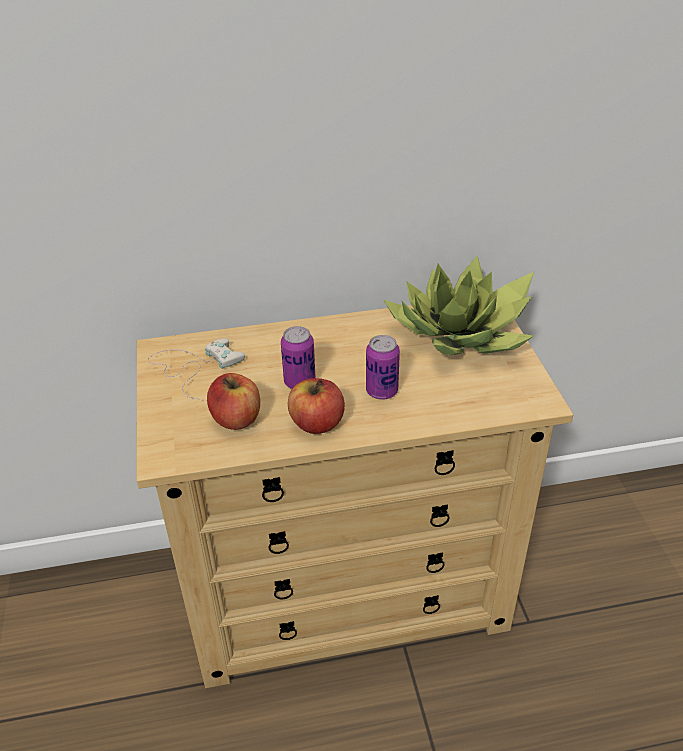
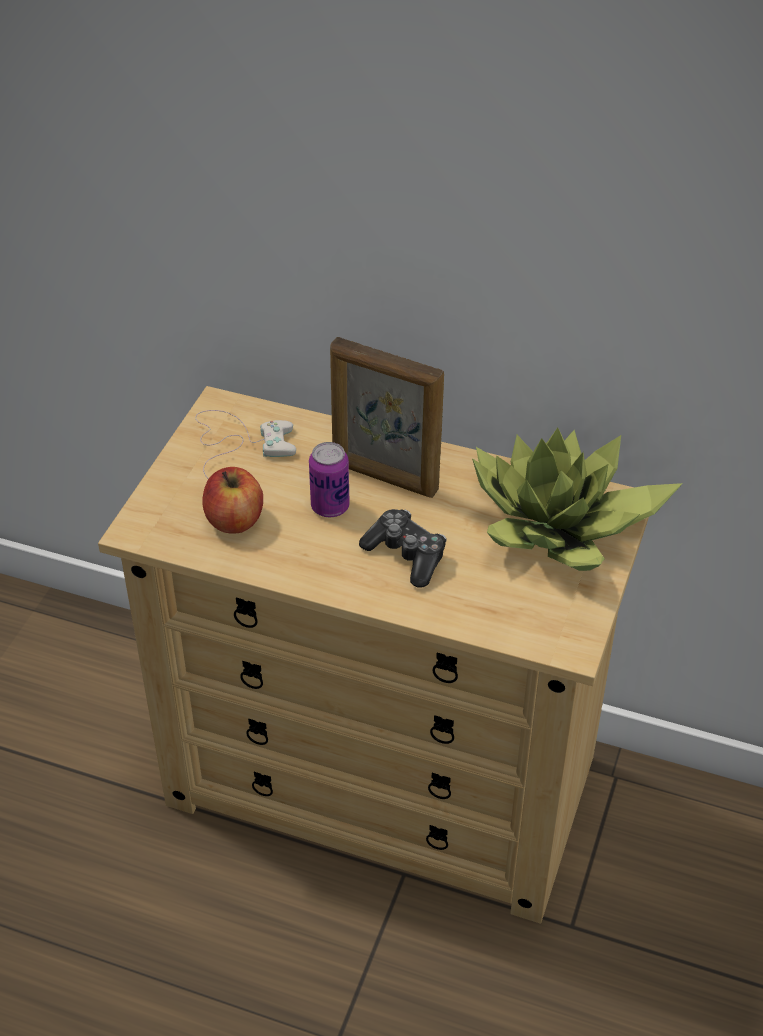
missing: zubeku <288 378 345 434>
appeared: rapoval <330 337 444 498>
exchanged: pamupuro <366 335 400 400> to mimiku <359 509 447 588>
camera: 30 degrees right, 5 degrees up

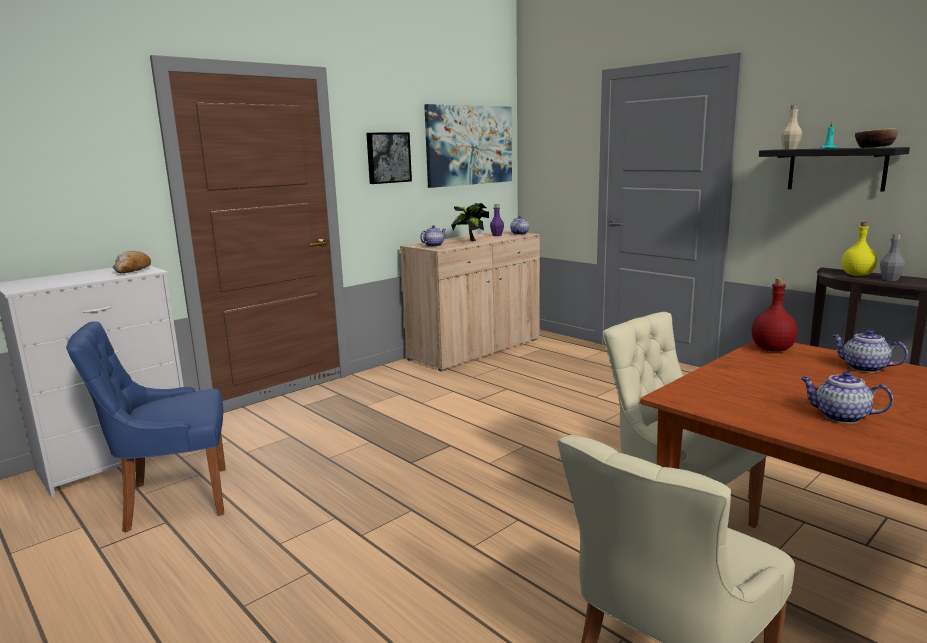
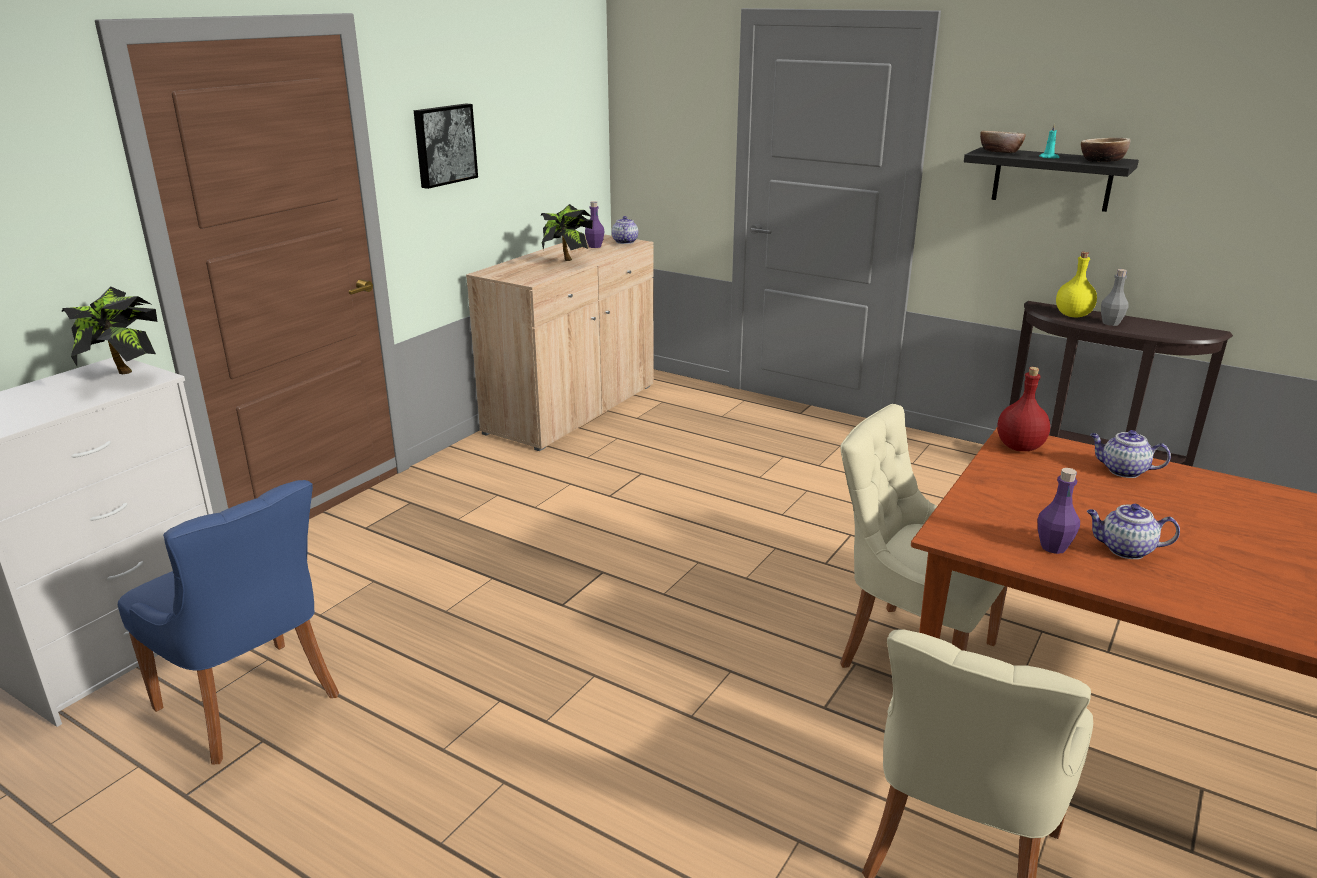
missing: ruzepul <420 225 446 247>; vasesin <424 104 512 188>
appeared: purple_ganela <1038 468 1080 554>
exchanged: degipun <113 251 151 273> to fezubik <61 286 157 374>; beige_ganela <781 105 802 149> to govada <980 131 1026 153>
spun: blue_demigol <66 321 226 532> = <118 480 339 764> 105 degrees counterclockwise
camera: 15 degrees left, 10 degrees up

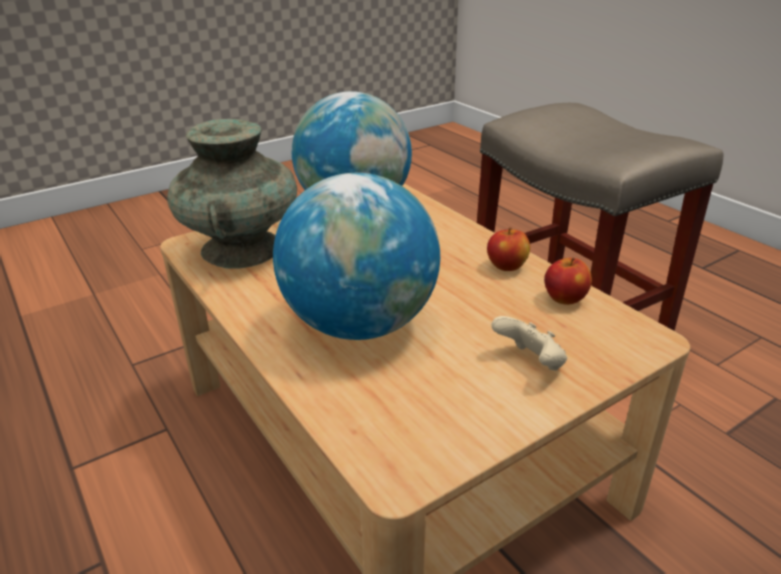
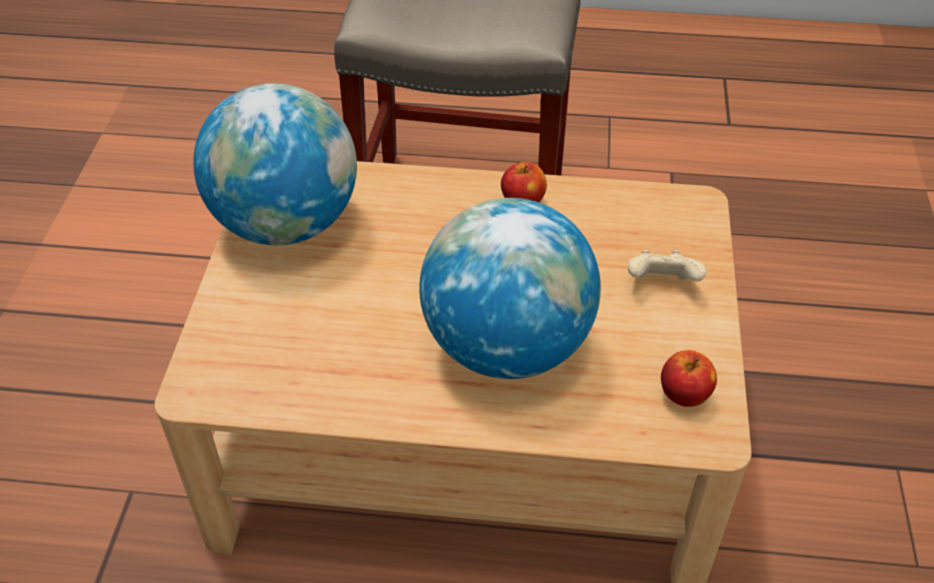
missing: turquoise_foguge <167 119 297 269>
relocated: zubeku <544 258 592 305> to <661 350 717 407>
camera: 50 degrees left, 15 degrees up

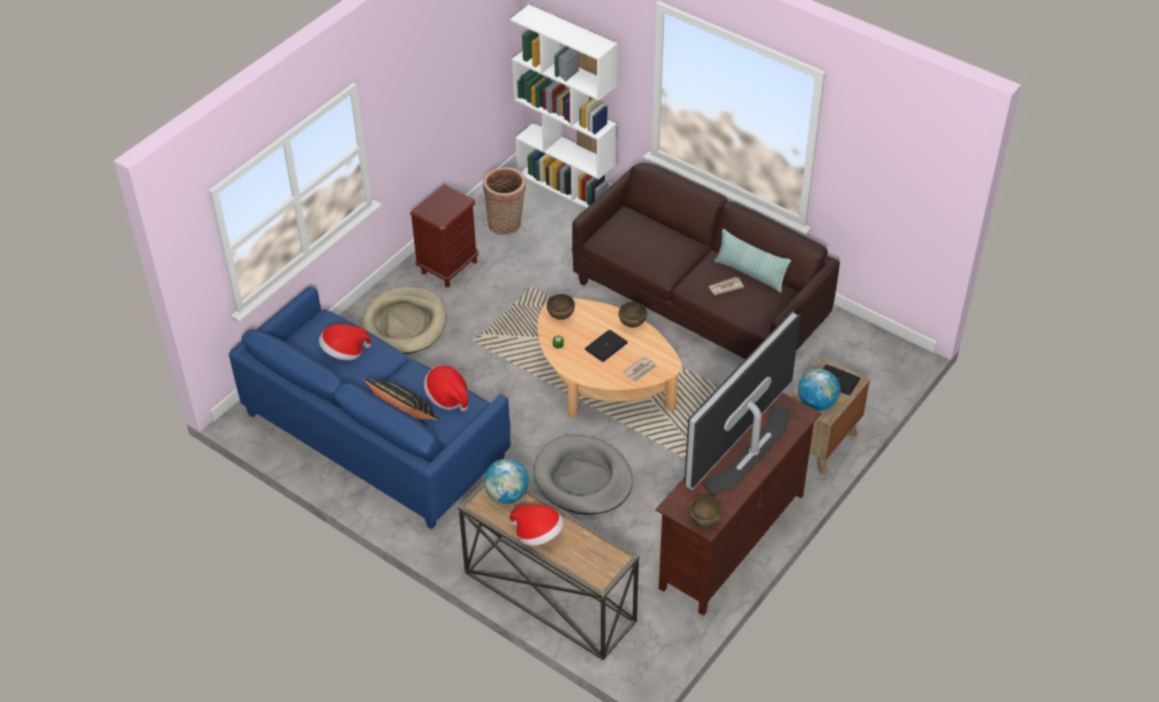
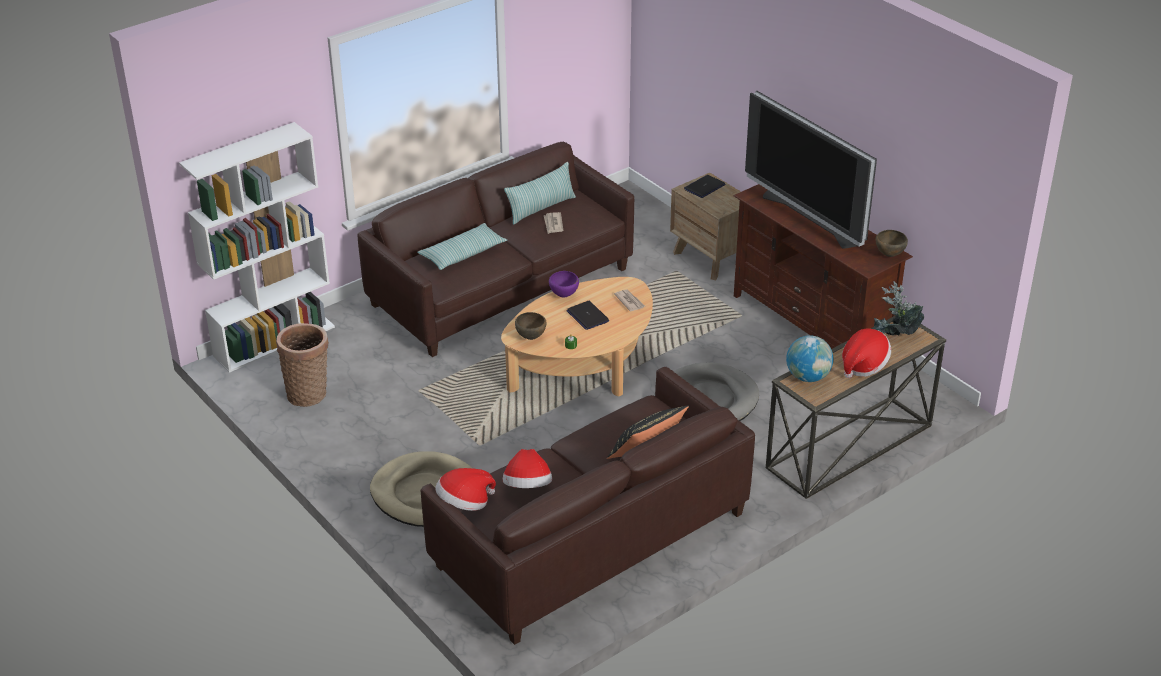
missing: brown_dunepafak <410 184 479 287>; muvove <798 369 840 411>
appeared: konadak <417 223 507 270>; fezubik <872 281 924 336>
relocated: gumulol <424 365 468 411> to <435 468 496 511>
colour: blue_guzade <229 286 511 529> to brown_guzade <421 367 755 645>; brown_govada <619 302 647 328> to purple_govada <549 271 579 298>
camera: 75 degrees left, 10 degrees down

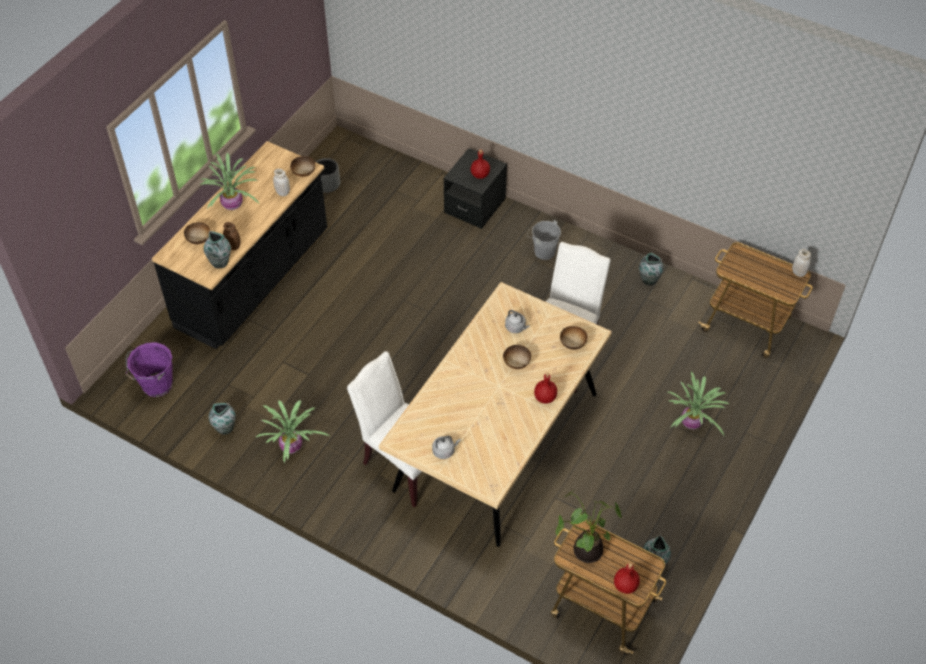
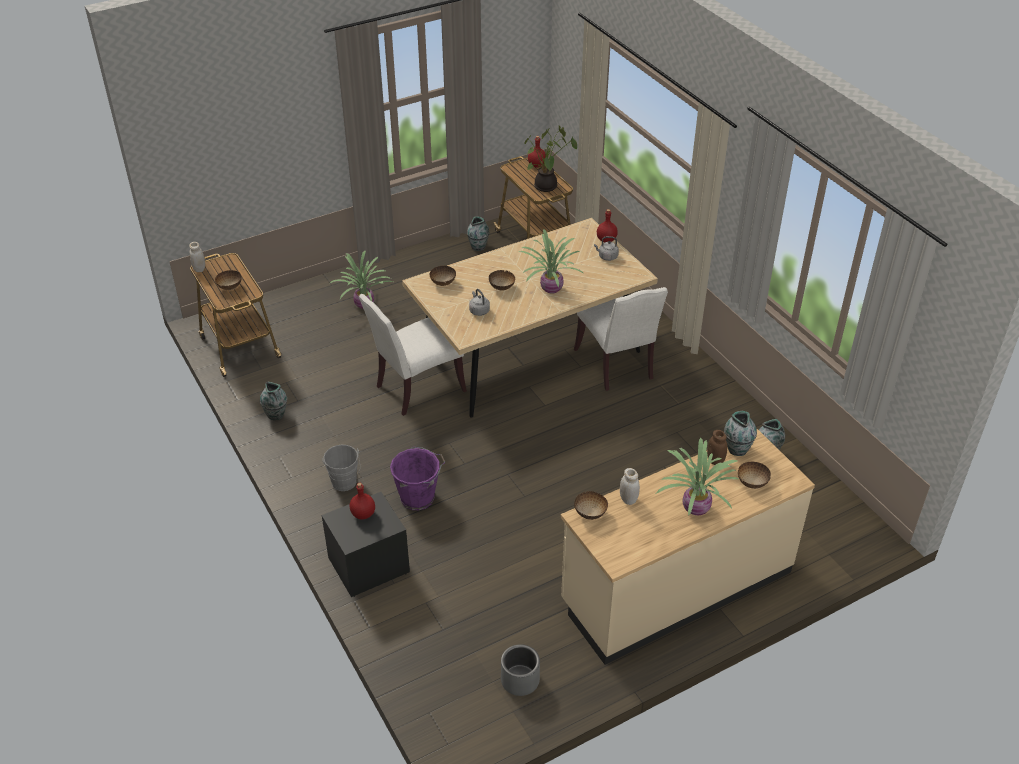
appeared: govada <215 270 242 290>
relocated: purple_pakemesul <126 342 173 397> to <390 447 445 510>; fezubik <255 400 330 463> to <519 229 584 294>; red_ganela <534 373 557 404> to <597 209 618 242>
colour: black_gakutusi <152 141 327 349> to beige_gakutusi <561 429 815 665>
camera: 150 degrees left, 10 degrees down

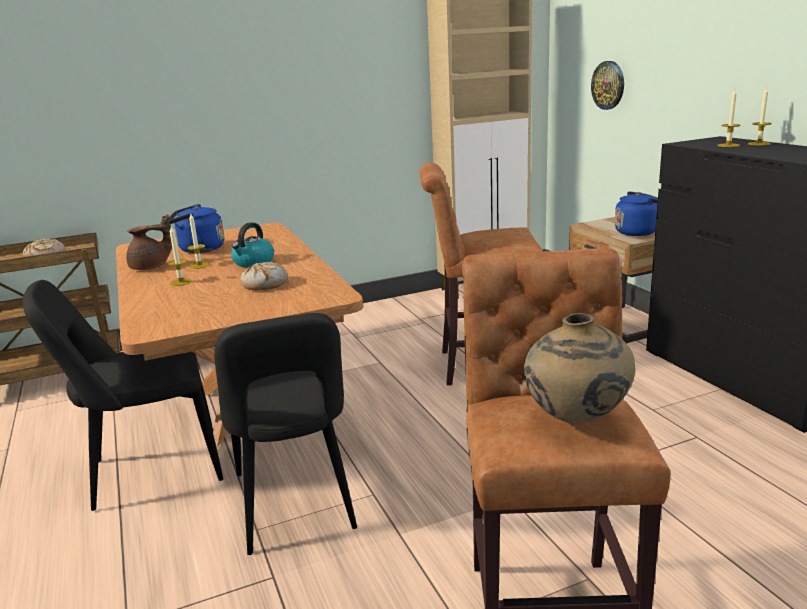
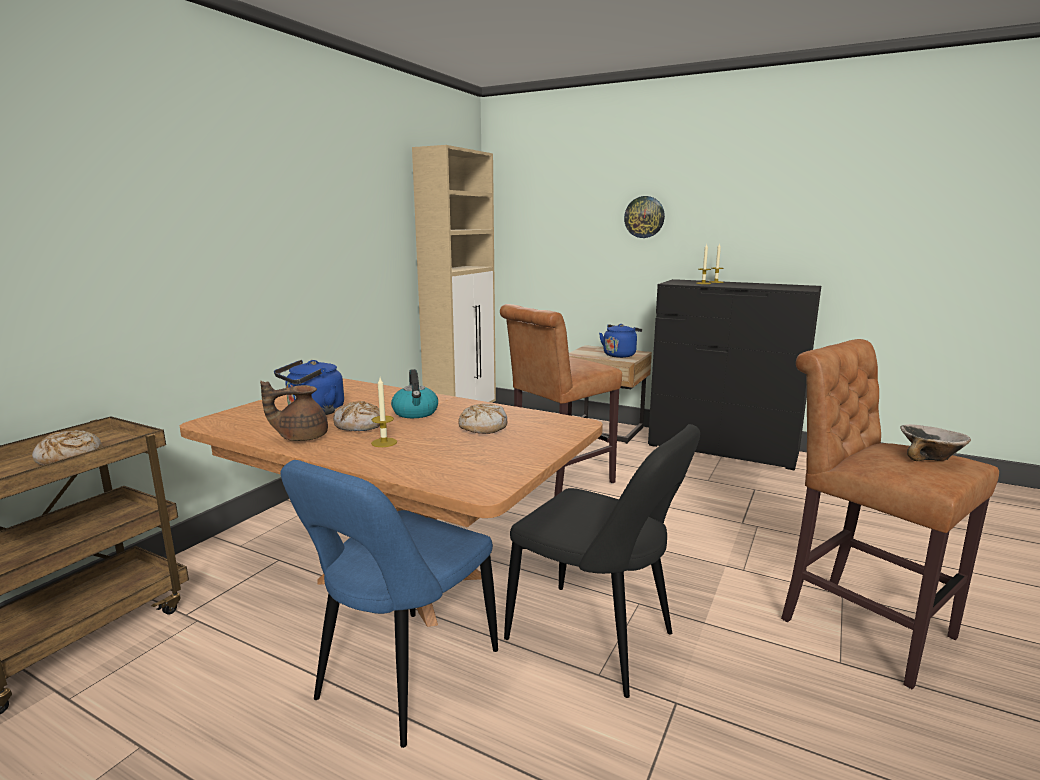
relocated: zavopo <591 61 624 110> to <624 196 665 238>
exchanged: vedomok <187 212 210 269> to degipun <333 401 380 431>; beige_foguge <524 313 635 424> to govada <900 424 971 461>
colour: black_demigol <22 280 223 511> to blue_demigol <281 460 498 748>
spun: brown_ruzepul <126 214 172 270> = <260 381 328 441> 135 degrees counterclockwise
camera: 40 degrees left, 5 degrees down

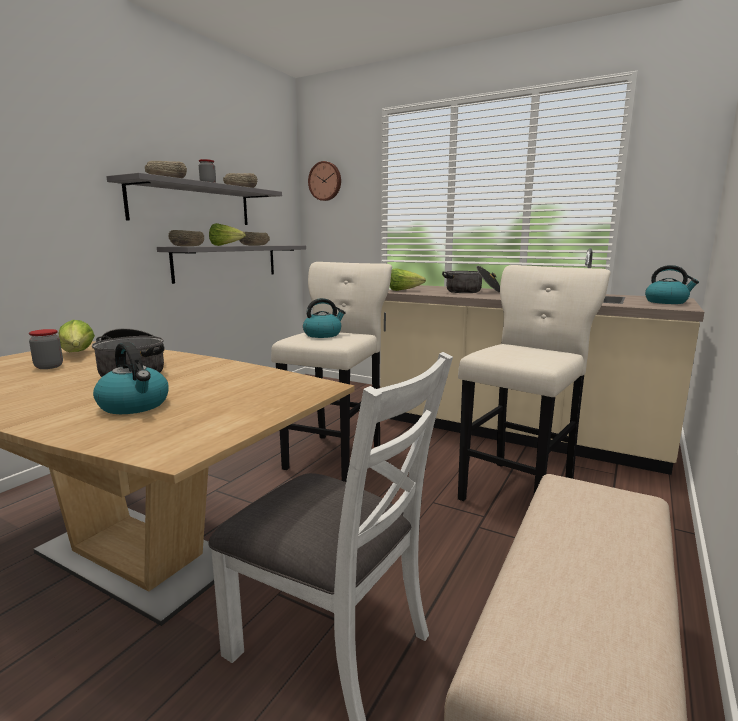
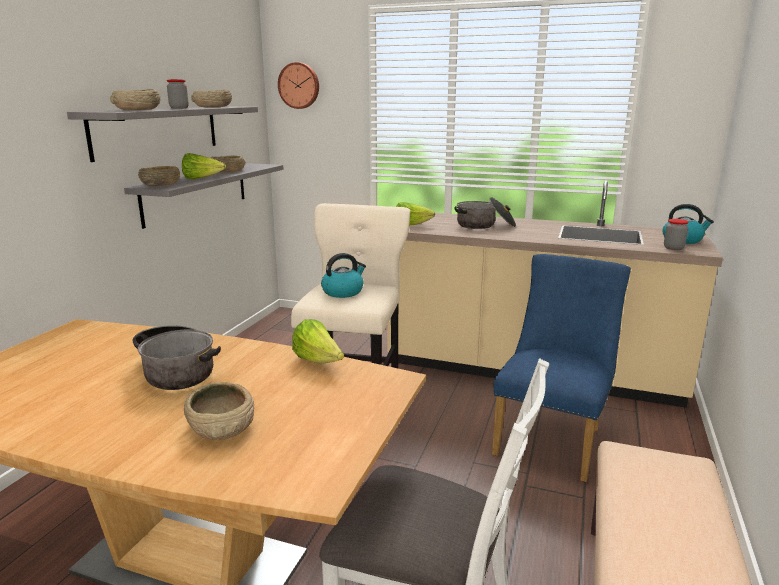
relocated: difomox <29 329 63 369> to <664 219 689 250>; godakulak <58 320 95 352> to <292 319 344 363>
exchanged: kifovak <93 342 169 414> to beige_govada <184 382 254 440>; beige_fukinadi <458 265 611 501> to blue_demigol <492 254 631 482>
camera: 10 degrees left, 5 degrees up

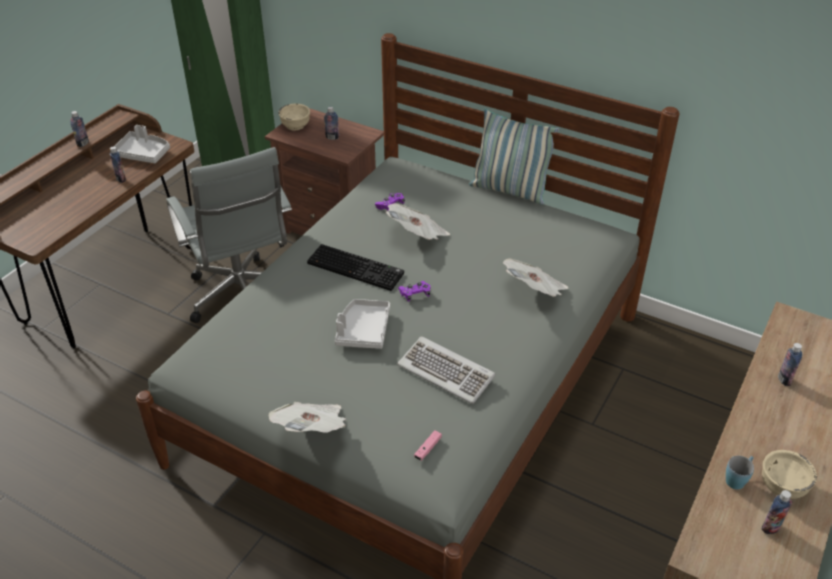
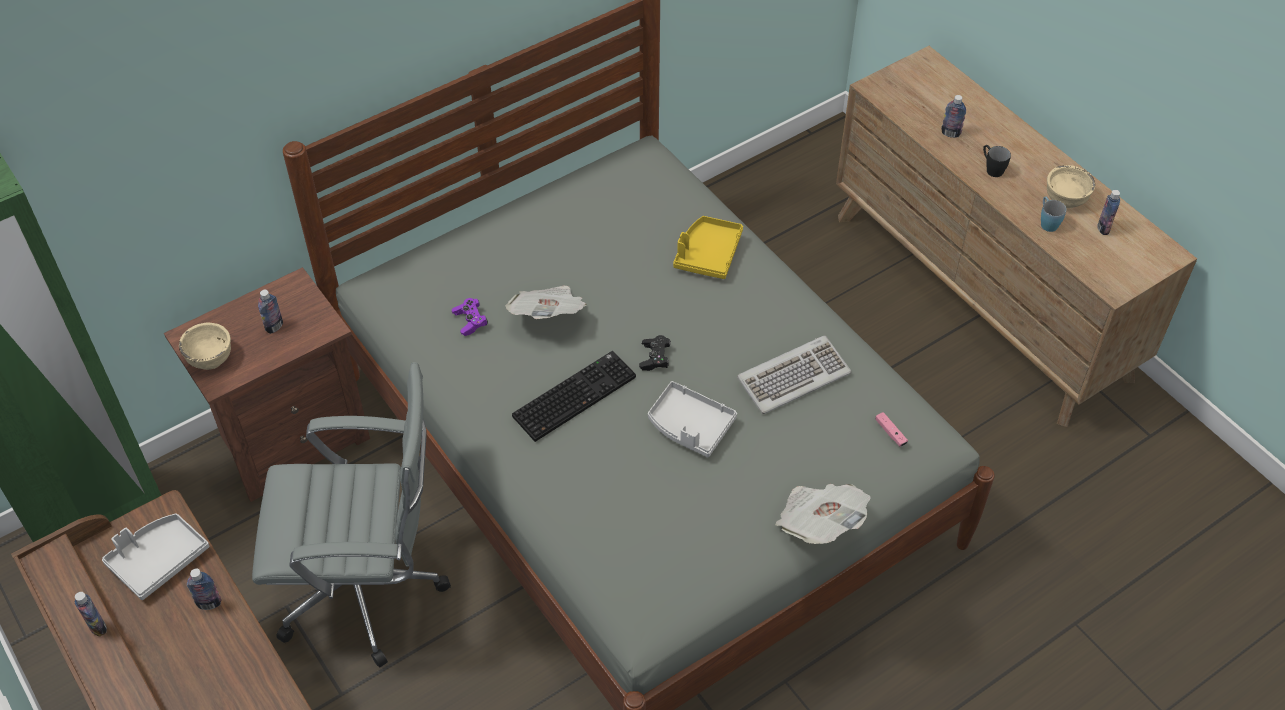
missing: konadak <469 109 560 204>
appeared: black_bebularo <983 145 1011 177>
exchanged: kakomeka <503 258 569 297> to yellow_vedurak <673 216 743 279>
colour: purple_mimiku <398 281 431 302> to black_mimiku <639 335 671 371>
camera: 65 degrees left, 10 degrees up

